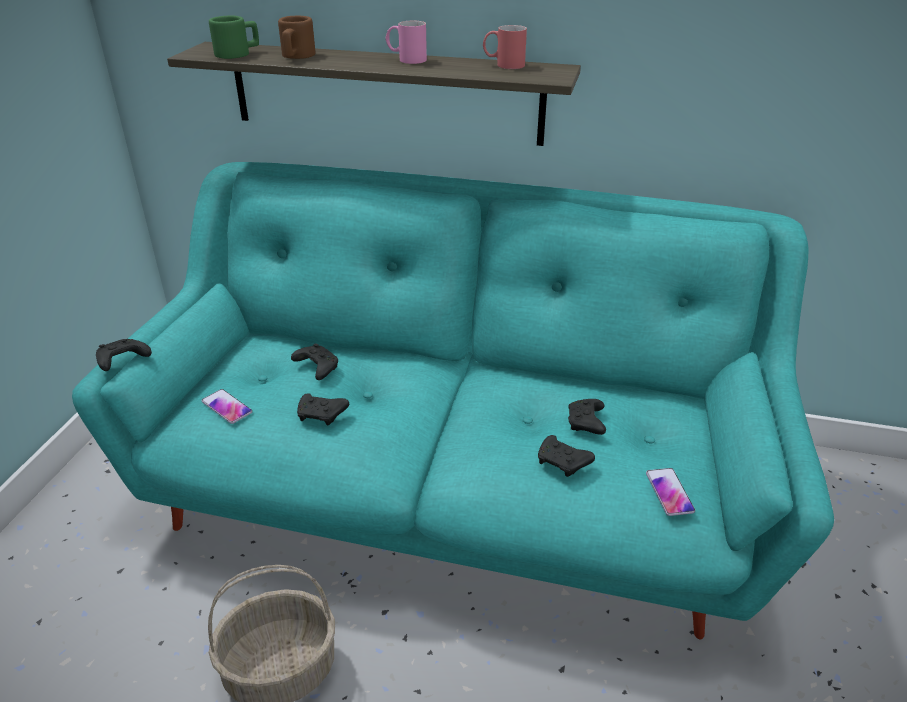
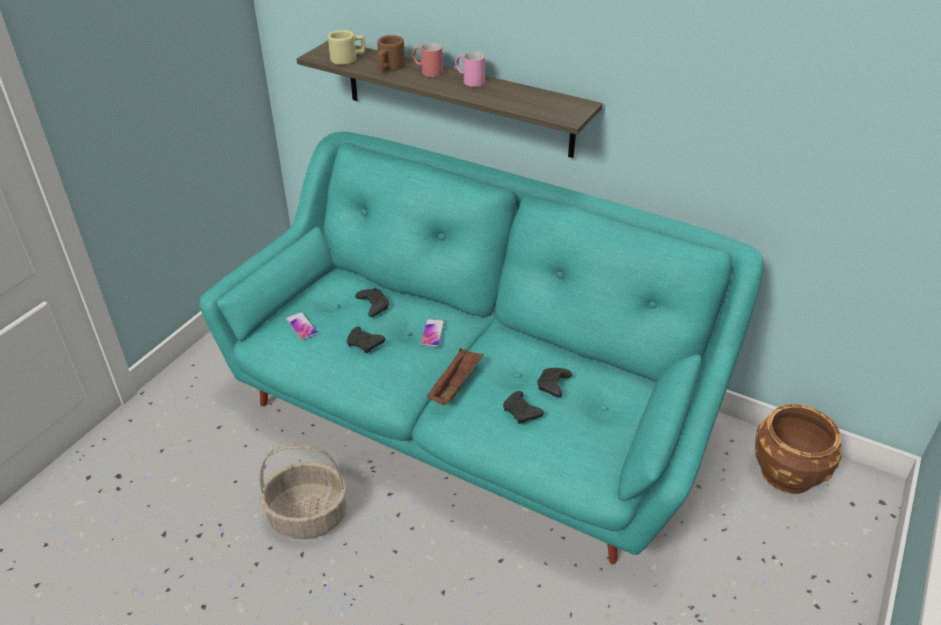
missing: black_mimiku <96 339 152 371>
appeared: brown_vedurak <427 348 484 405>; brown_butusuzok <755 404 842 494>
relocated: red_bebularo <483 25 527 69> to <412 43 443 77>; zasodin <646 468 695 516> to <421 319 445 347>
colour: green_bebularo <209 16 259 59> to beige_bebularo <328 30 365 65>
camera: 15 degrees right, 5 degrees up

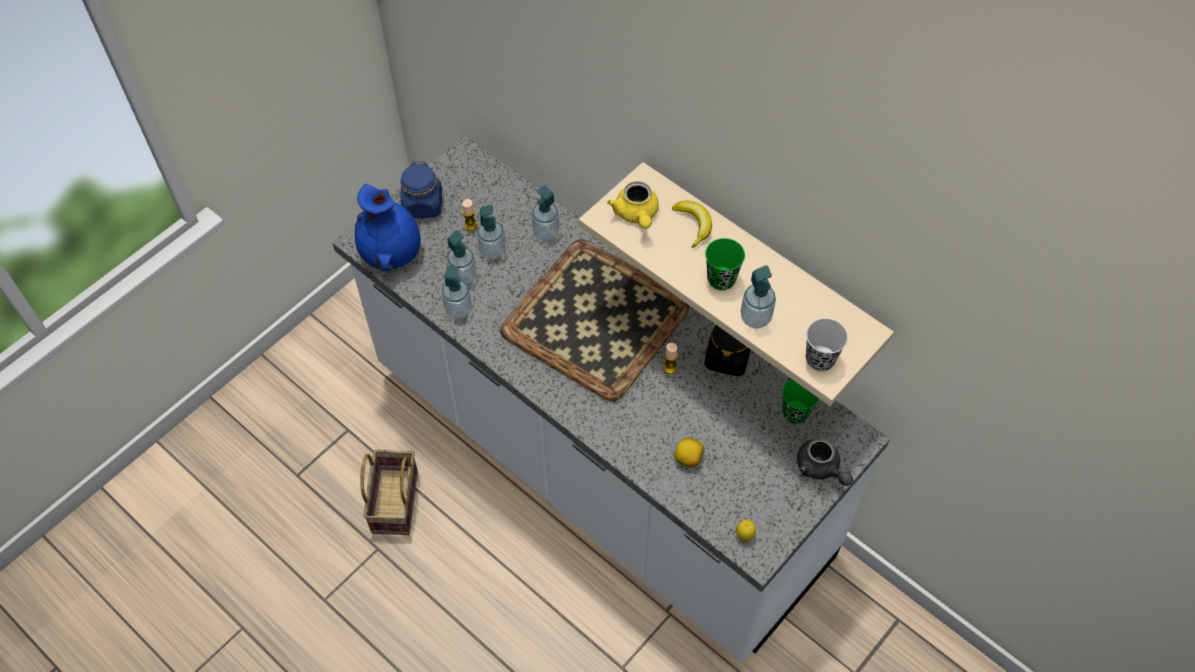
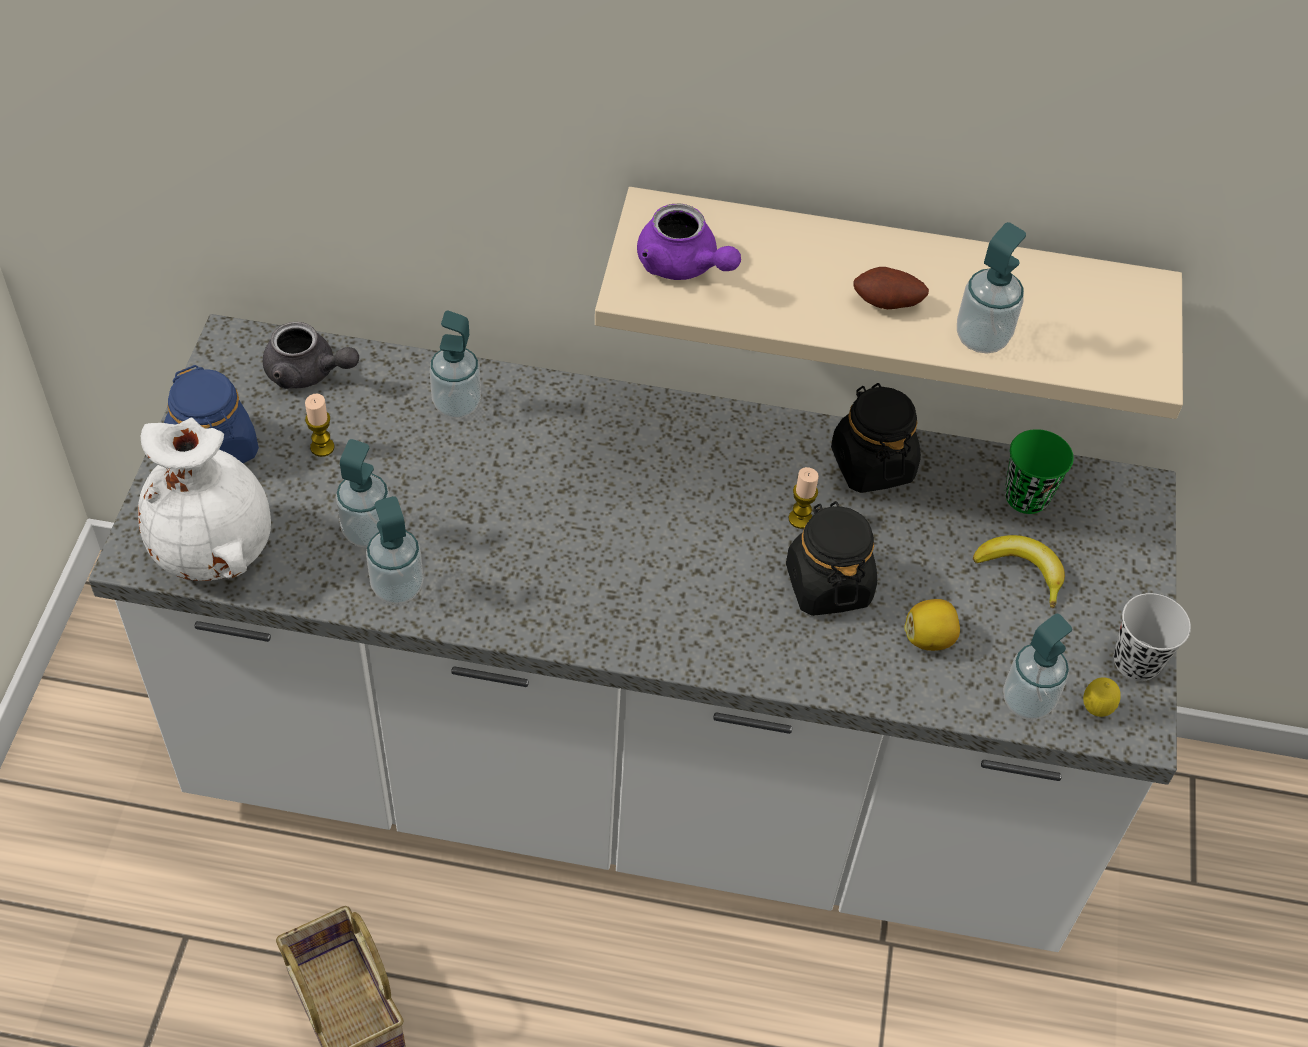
missing: vedurak <500 240 691 401>
appeared: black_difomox <786 501 877 616>
relocated: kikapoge <477 205 506 260> to <1003 613 1072 720>; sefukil <672 201 712 248> to <973 535 1065 608>; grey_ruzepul <797 438 853 486> to <263 322 359 389>; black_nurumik <806 318 848 371> to <1114 593 1191 681>
exchanged: green_nurumik <705 238 745 290> to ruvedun <854 267 929 309>
colour: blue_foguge <355 184 421 271> to white_foguge <138 417 271 581>; yellow_ruzepul <607 181 659 229> to purple_ruzepul <637 204 741 280>
camera: 35 degrees left, 5 degrees down

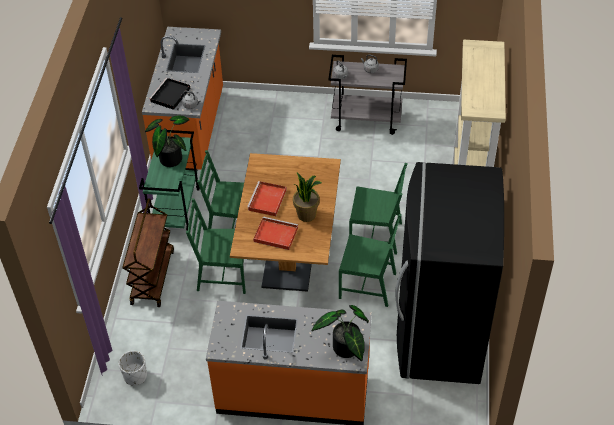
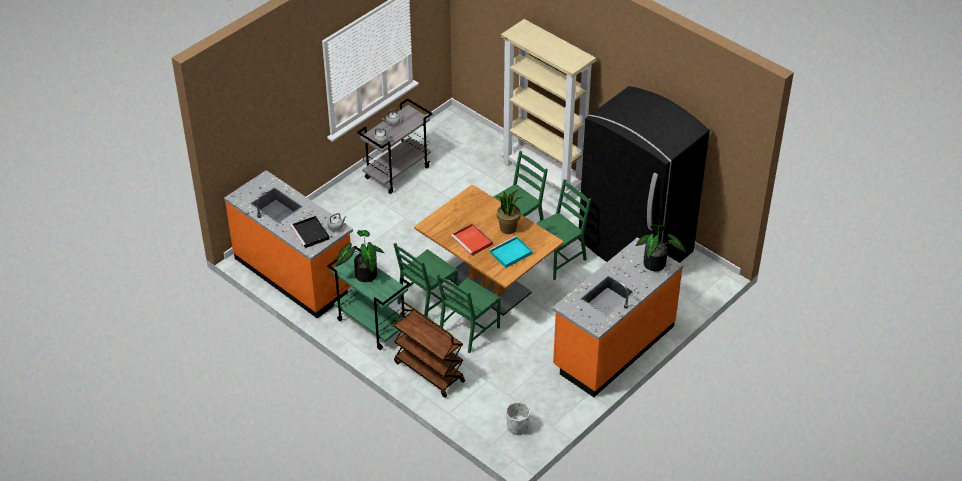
colour: red_vedurak <253 216 298 250> to turquoise_vedurak <489 236 532 268>
camera: 55 degrees left, 5 degrees down

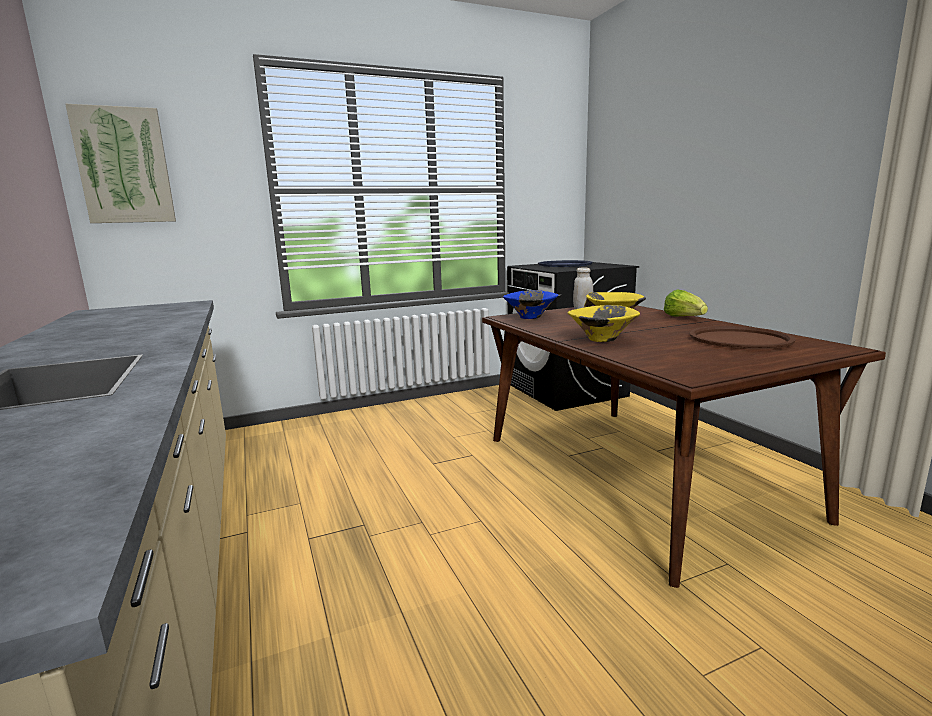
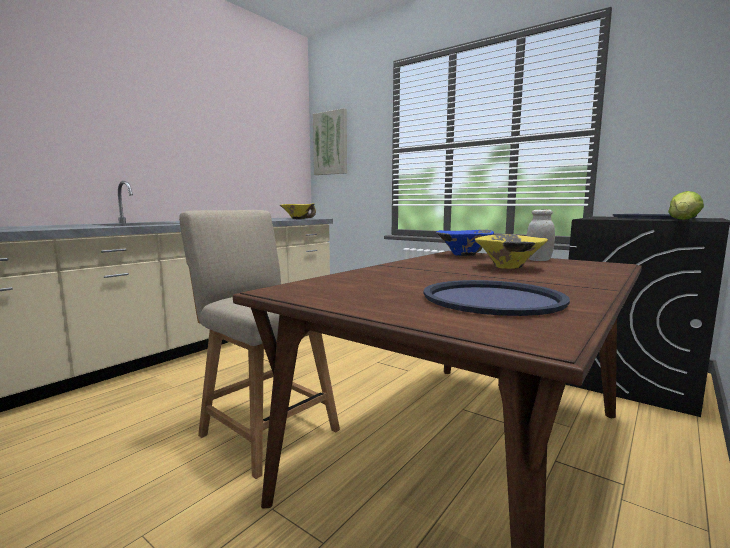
appeared: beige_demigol <179 210 340 479>
relocated: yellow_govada <568 305 640 342> to <280 203 316 219>; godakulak <664 289 708 317> to <668 191 704 220>
colour: brown_vedurak <690 326 796 349> to blue_vedurak <423 280 570 316>
camera: 60 degrees right, 5 degrees down

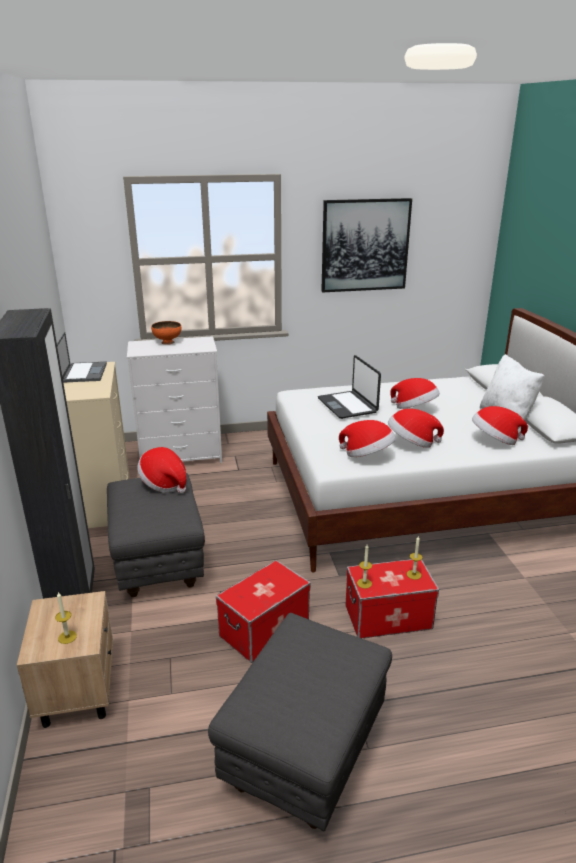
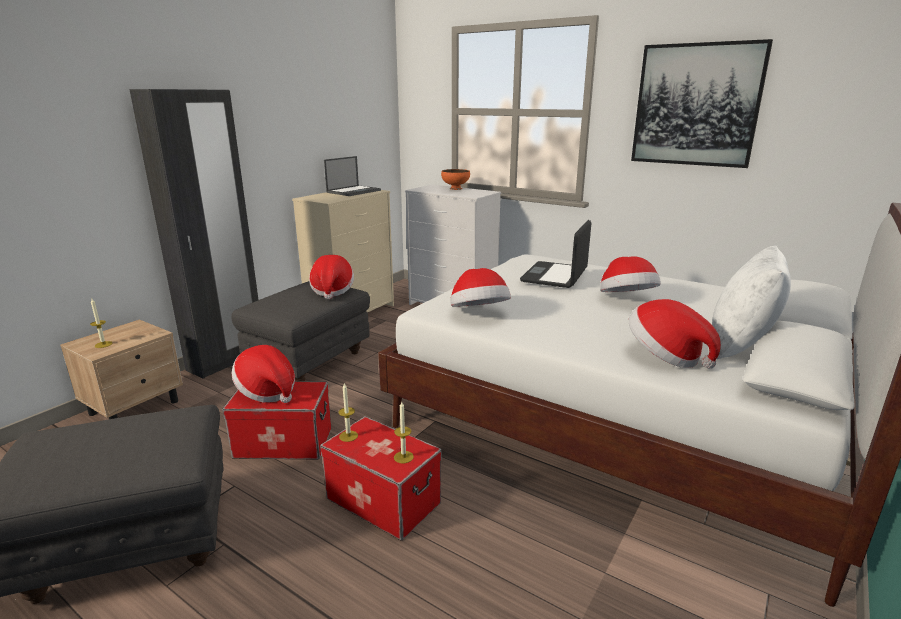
relocated: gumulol <388 409 444 448> to <232 345 295 403>
camera: 45 degrees right, 5 degrees down

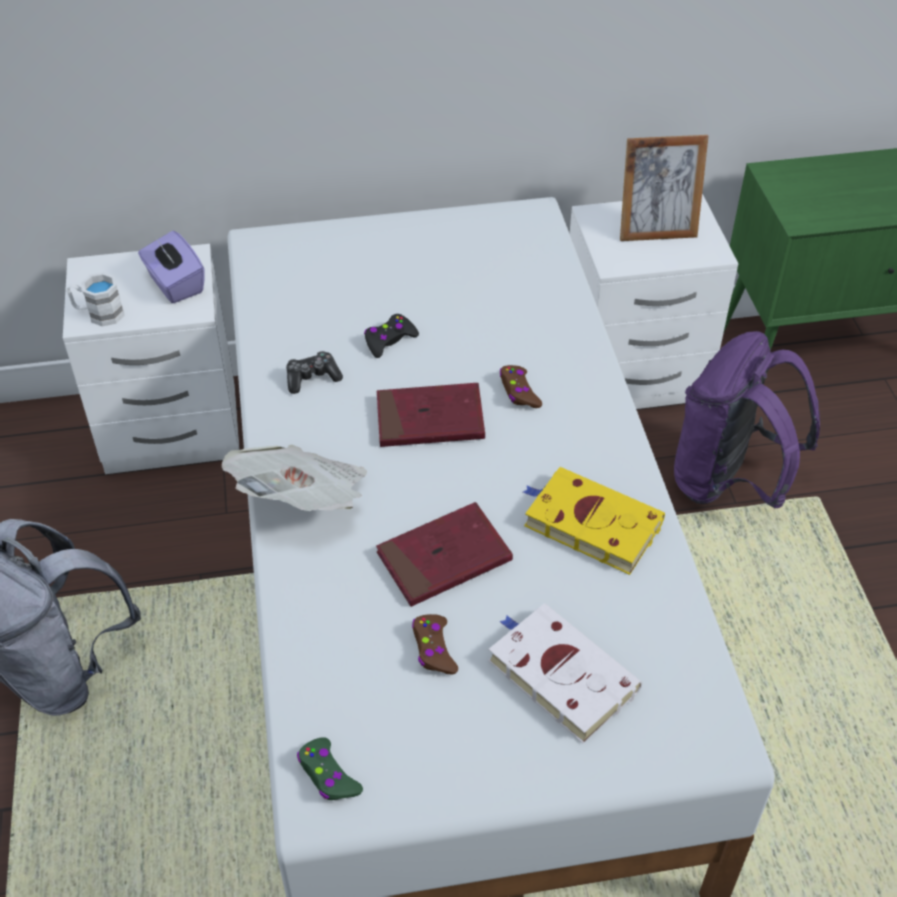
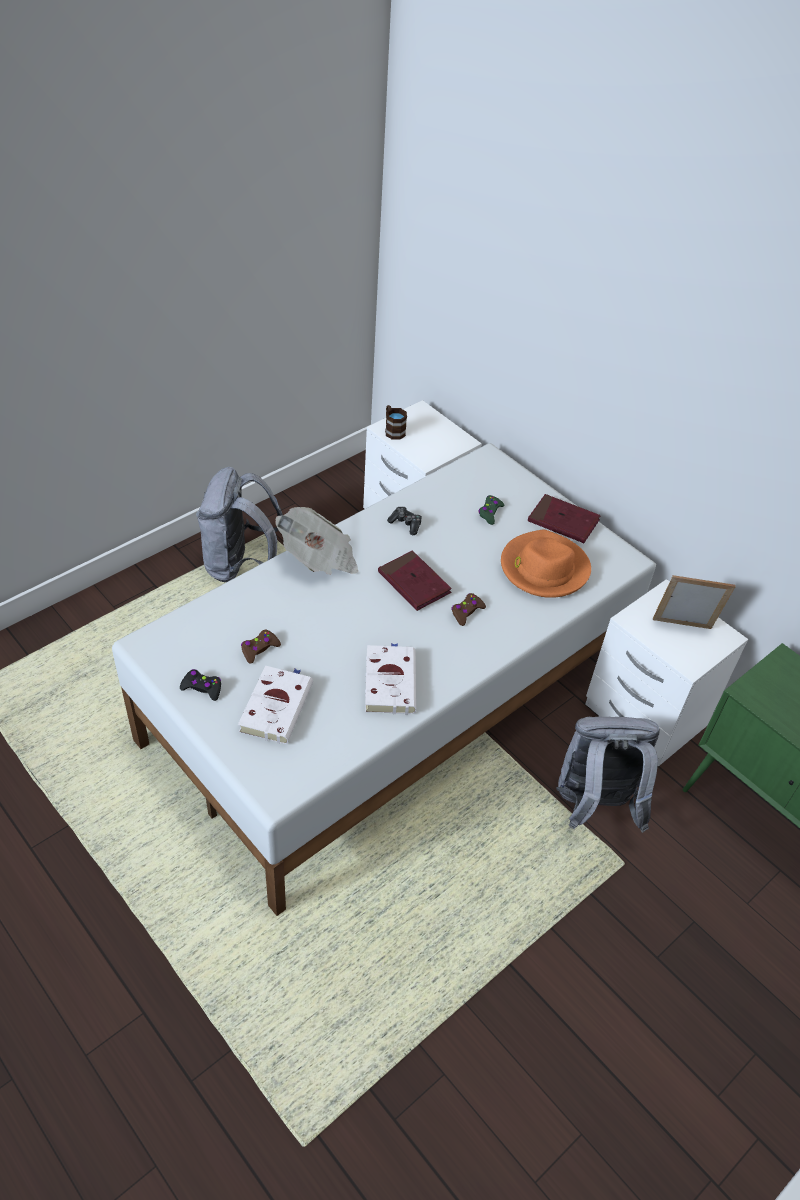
missing: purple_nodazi <138 231 205 303>
appeared: orange_gumulol <501 529 591 598>
relocated: green_mimiku <297 738 363 800> to <478 495 504 525>; black_mimiku <364 314 419 358> to <180 669 221 701>; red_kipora <376 502 513 607> to <528 494 601 543>
colour: white_bebularo <67 272 125 326> to brown_bebularo <385 405 407 440>; yellow_kipora <523 467 665 575> to white_kipora <365 643 416 715>; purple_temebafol <674 331 820 508> to grey_temebafol <556 717 660 833>
spun: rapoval <620 135 709 241> = <653 575 736 629> 135 degrees clockwise
camera: 55 degrees right, 0 degrees up

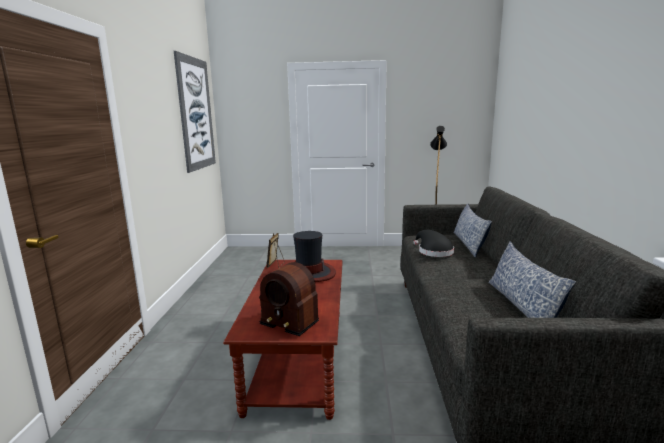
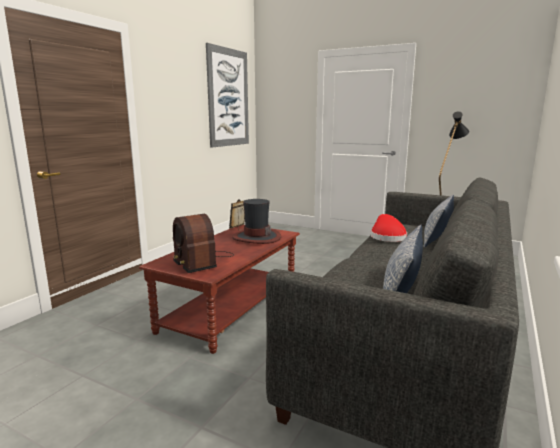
colour: black_gumulol <413 230 454 257> to red_gumulol <371 214 407 242>
camera: 25 degrees right, 0 degrees up

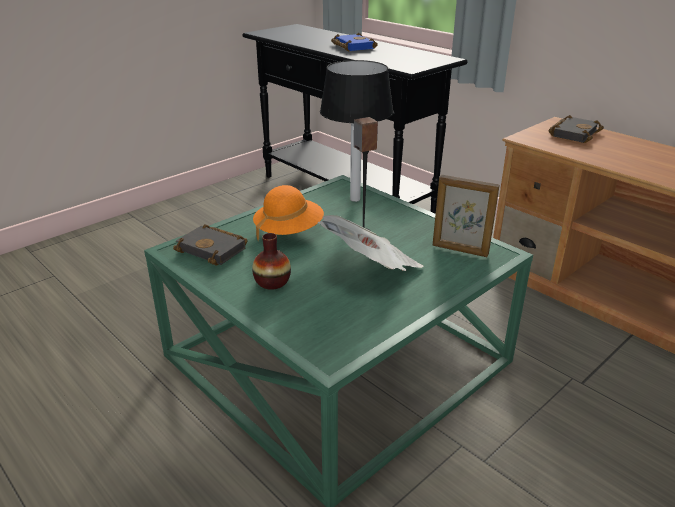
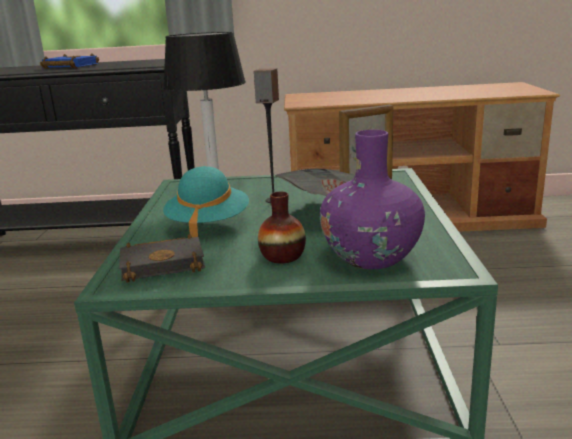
missing: black_kipora <548 115 604 143>
appeared: purple_foguge <320 129 425 269>
colour: orange_gumulol <253 185 324 242> to turquoise_gumulol <163 166 249 237>
camera: 45 degrees left, 10 degrees down

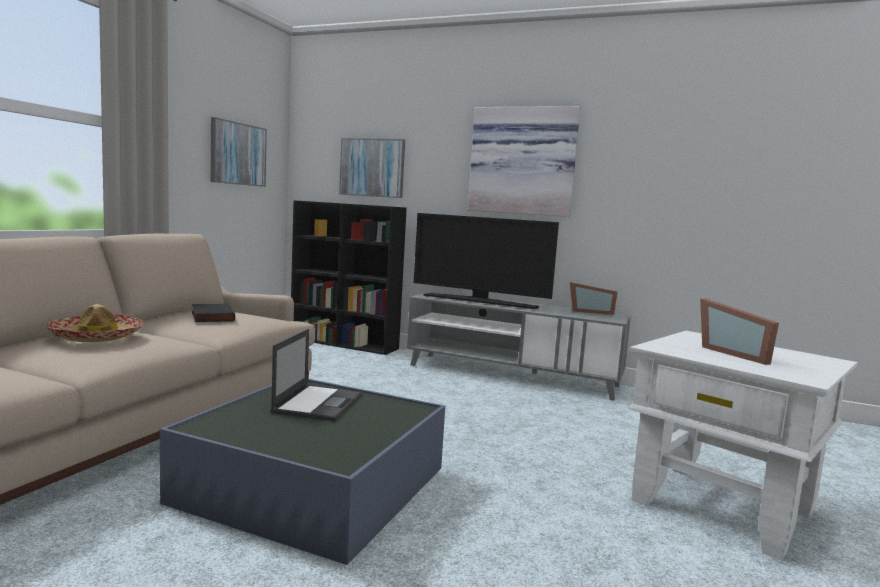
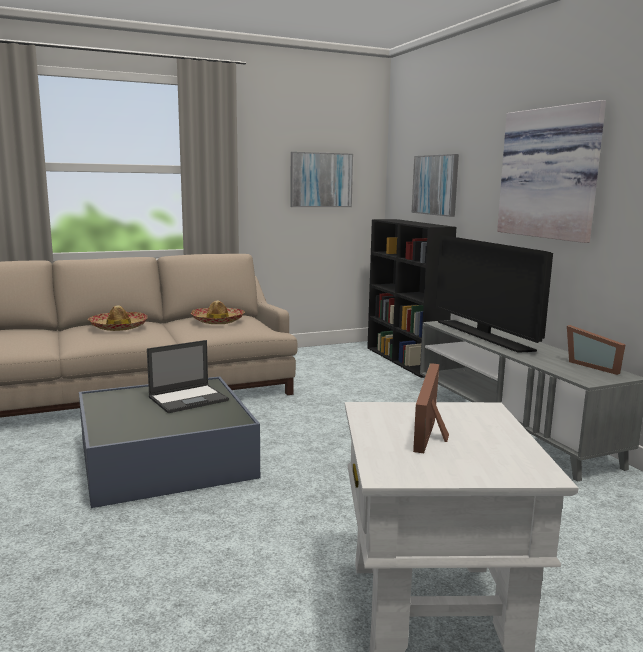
exchanged: black_kipora <192 303 235 322> to gumulol <191 301 245 324>
camera: 45 degrees right, 5 degrees up

